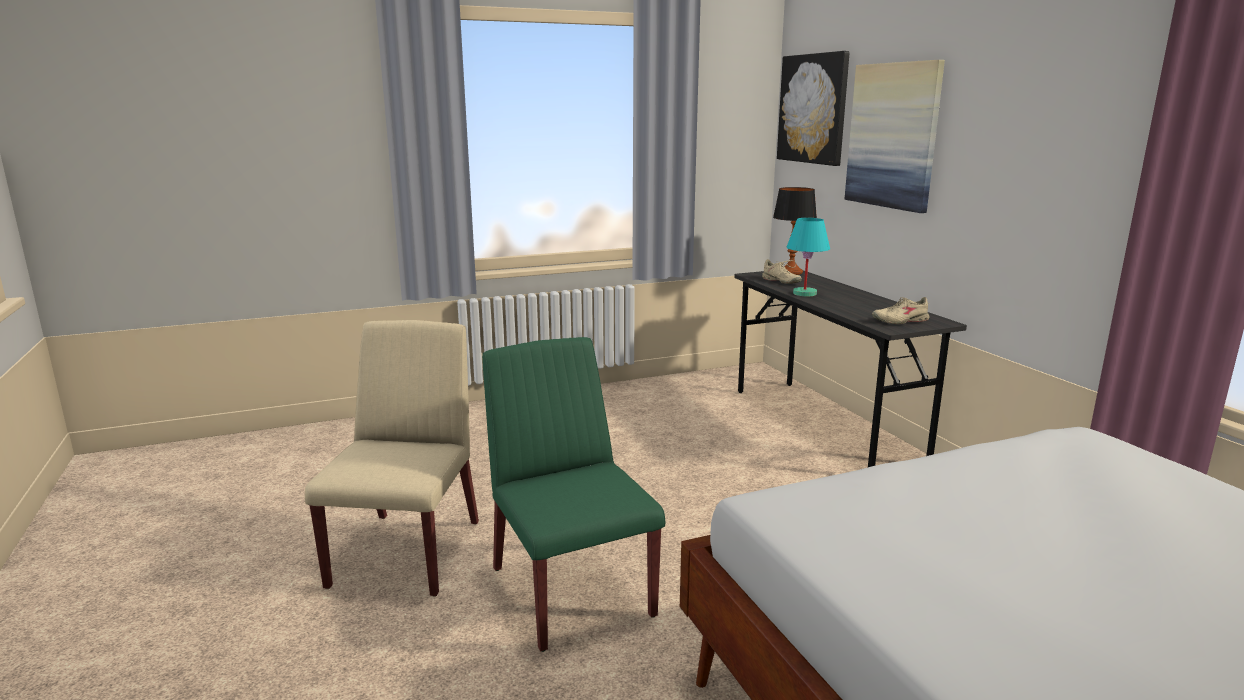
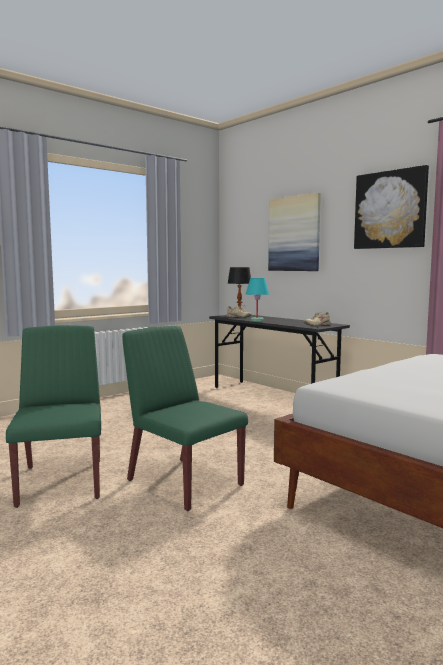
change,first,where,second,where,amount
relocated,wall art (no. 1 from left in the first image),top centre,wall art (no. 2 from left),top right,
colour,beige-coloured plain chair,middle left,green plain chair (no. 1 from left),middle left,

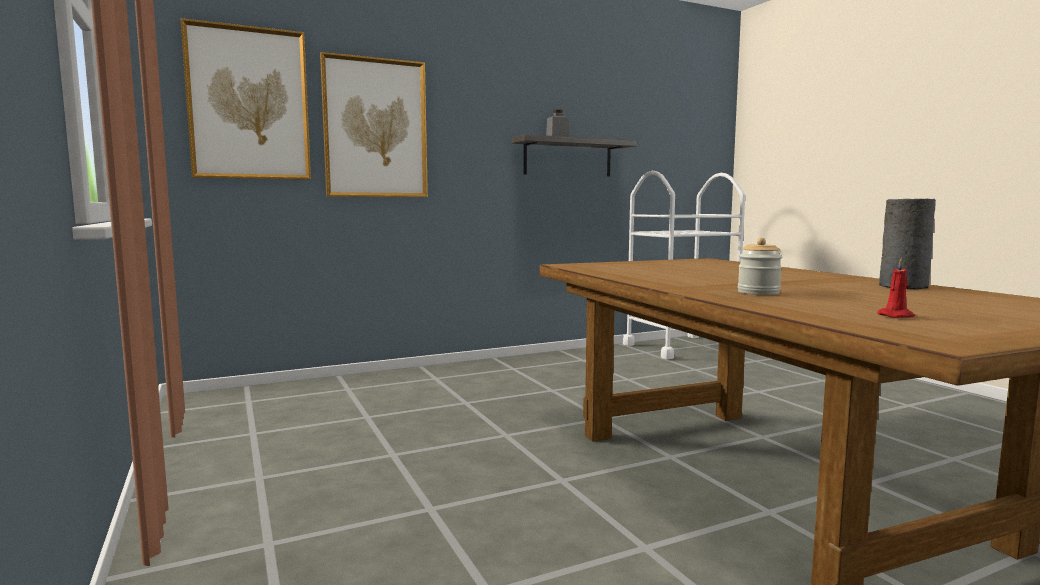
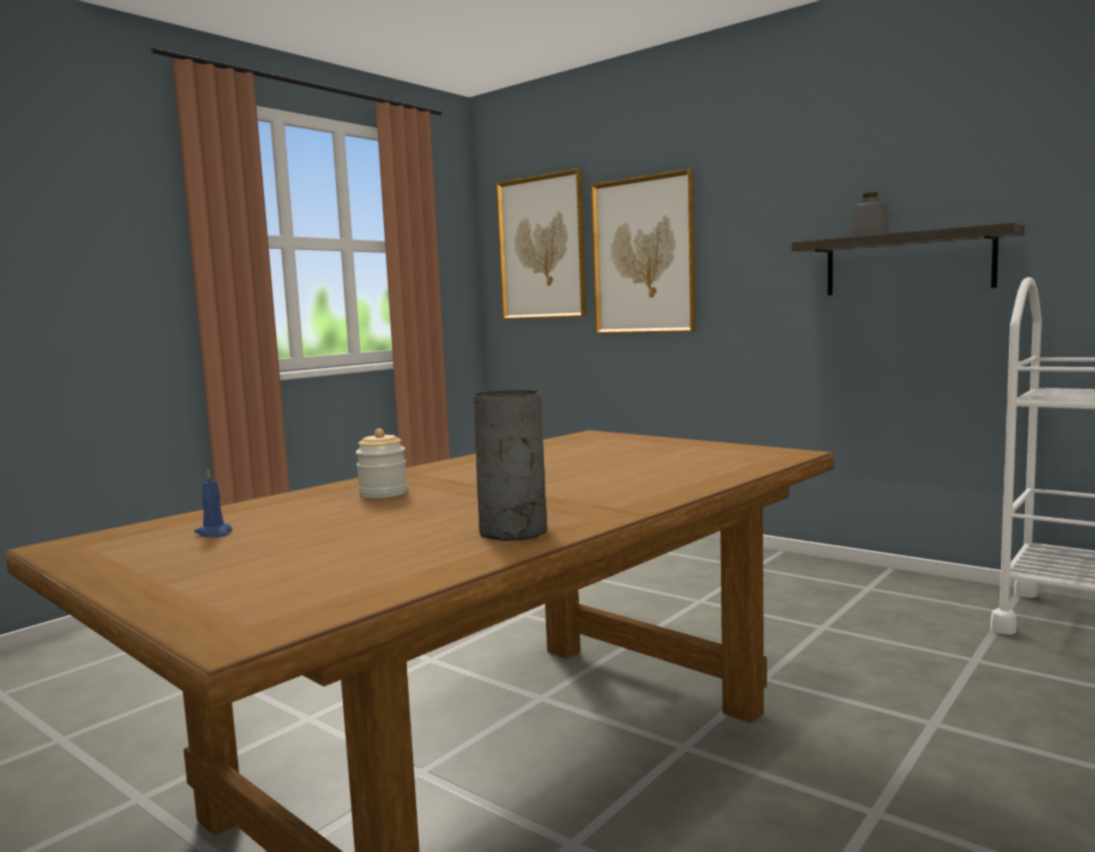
change,first,where,second,where,amount
colour,reddish wax candle,middle right,blue wax candle,middle left,

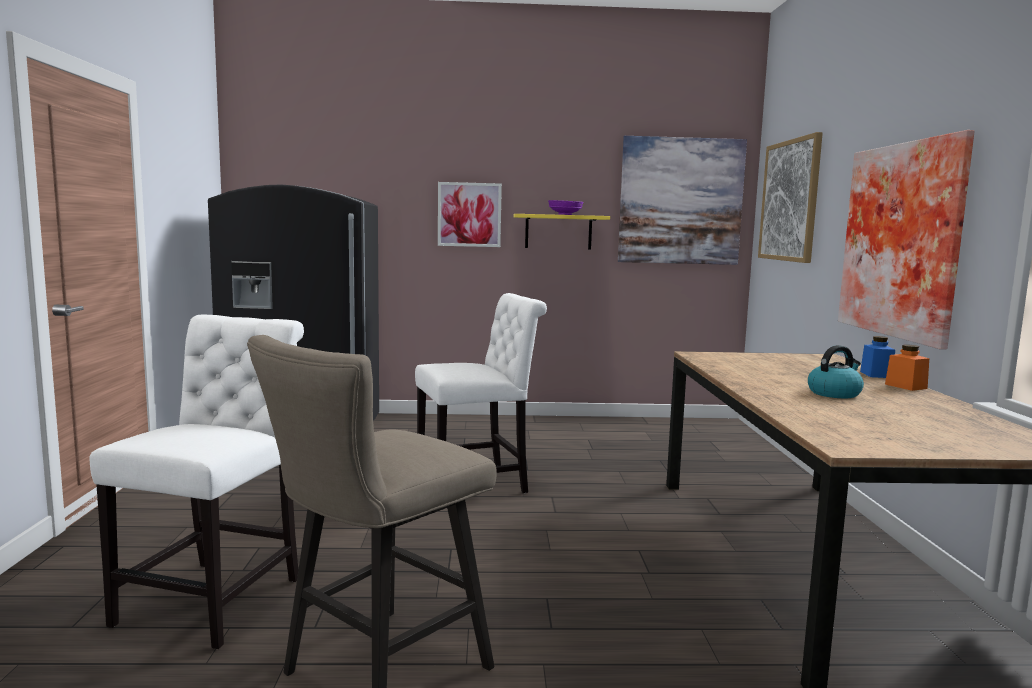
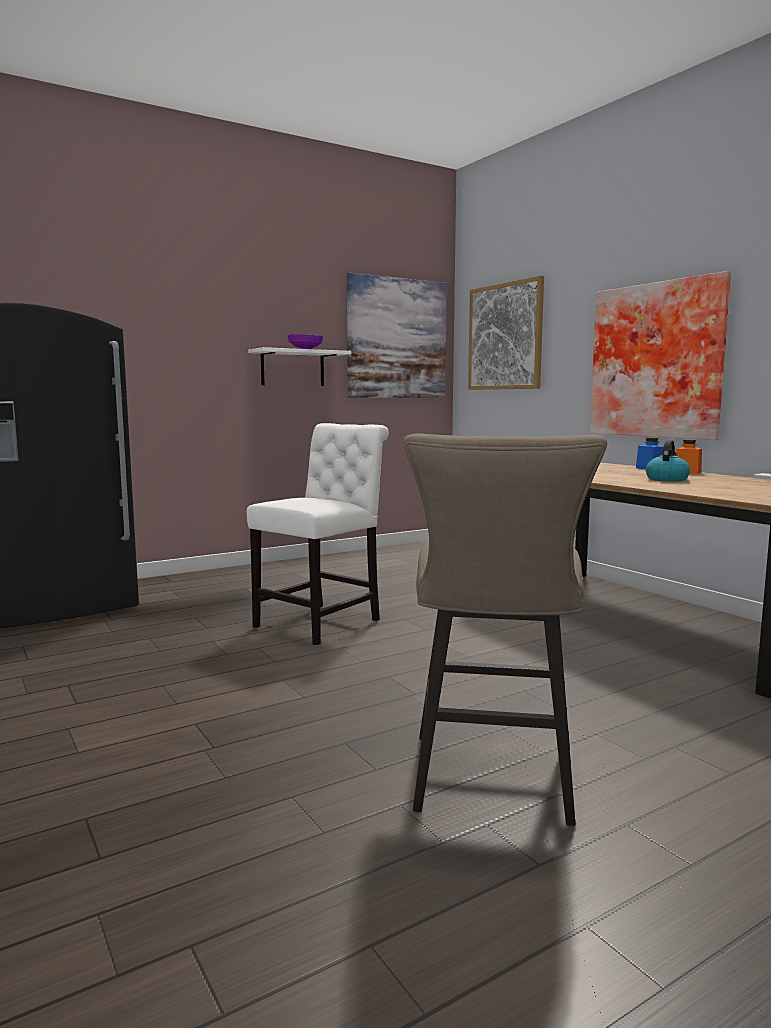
change,first,where,second,where,amount
missing,white plain chair (no. 1 from left),bottom left,,,
missing,wall art (no. 1 from left),top centre,,,
colour,yellow shelf,centre,white shelf,centre,

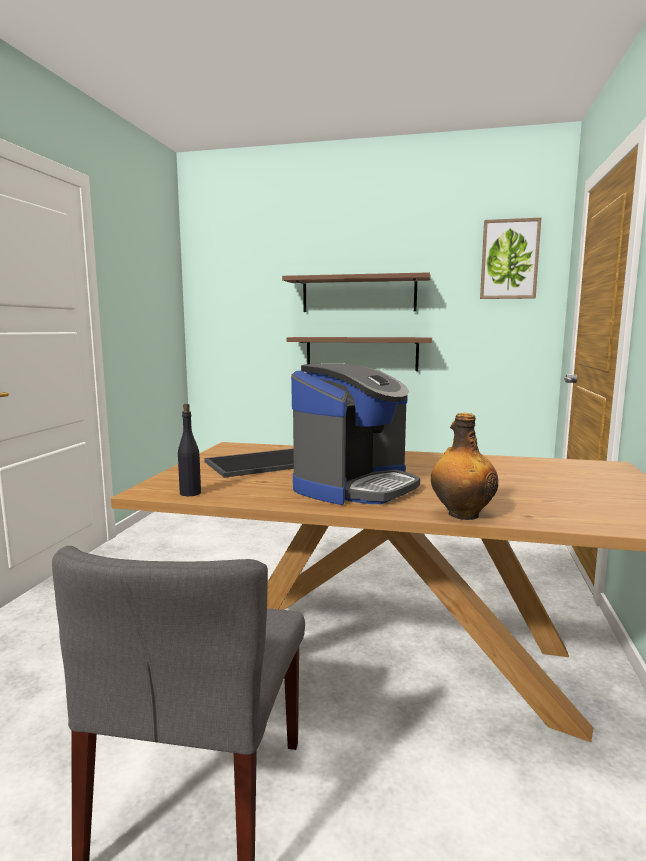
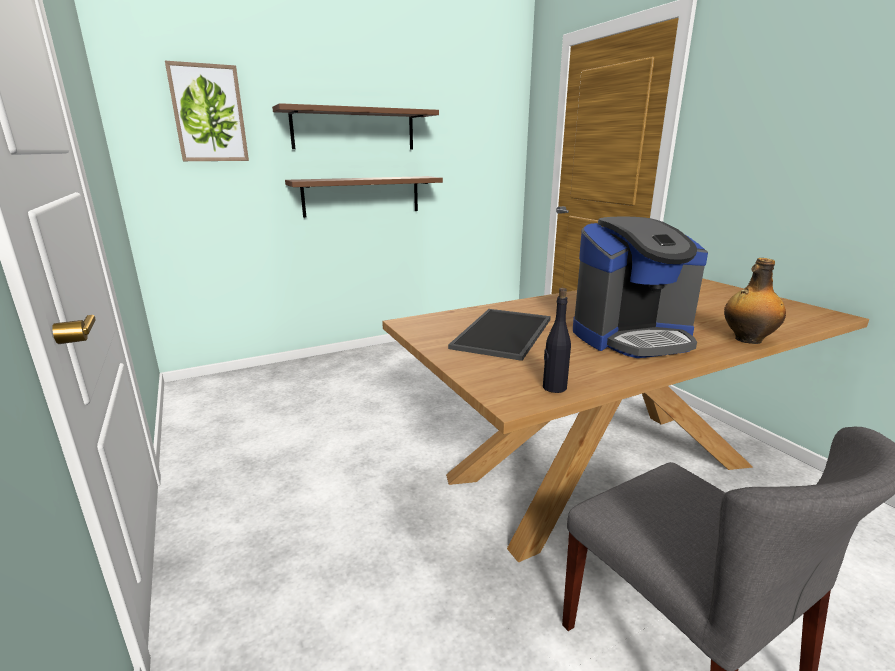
change,first,where,second,where,amount
relocated,wall art,top right,,top left,
spun,coffee machine,centre,,middle right,75 degrees clockwise

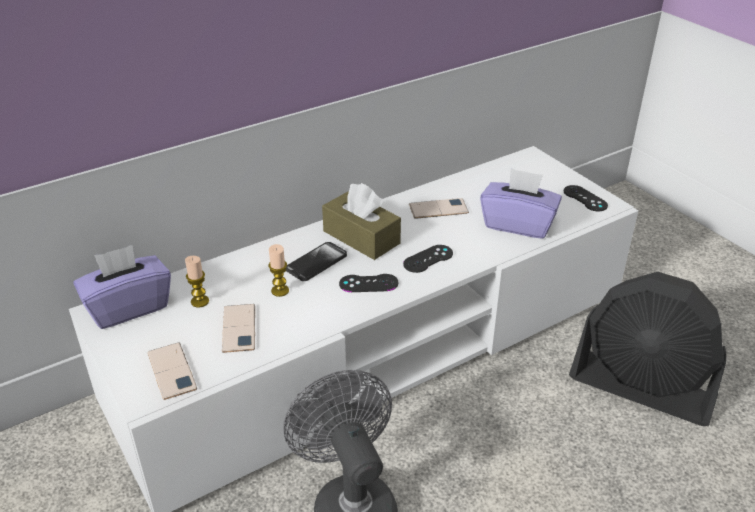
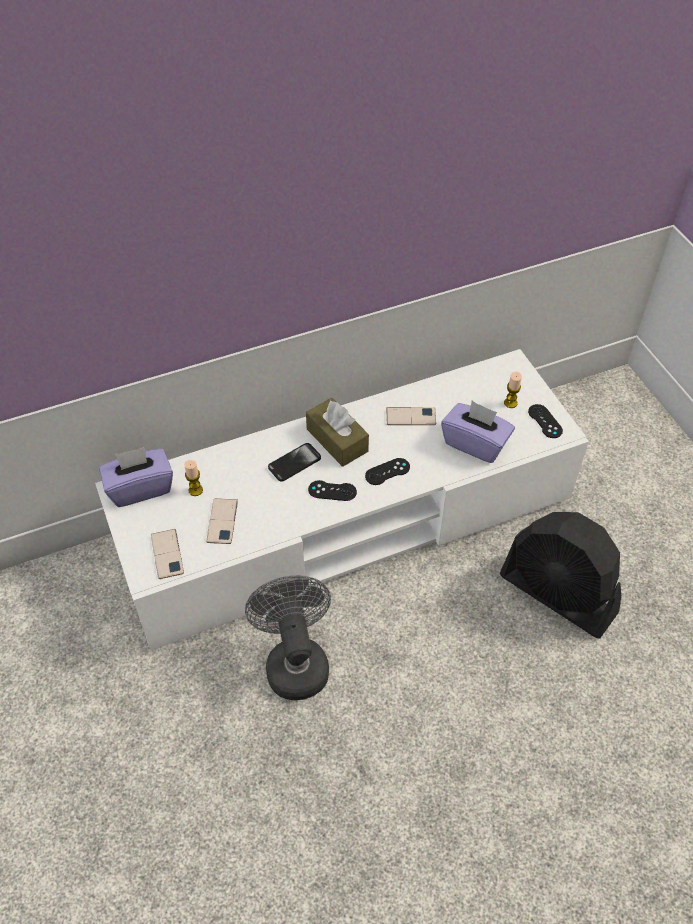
change,first,where,second,where,amount
relocated,wax candle (no. 2 from left),centre,,middle right,

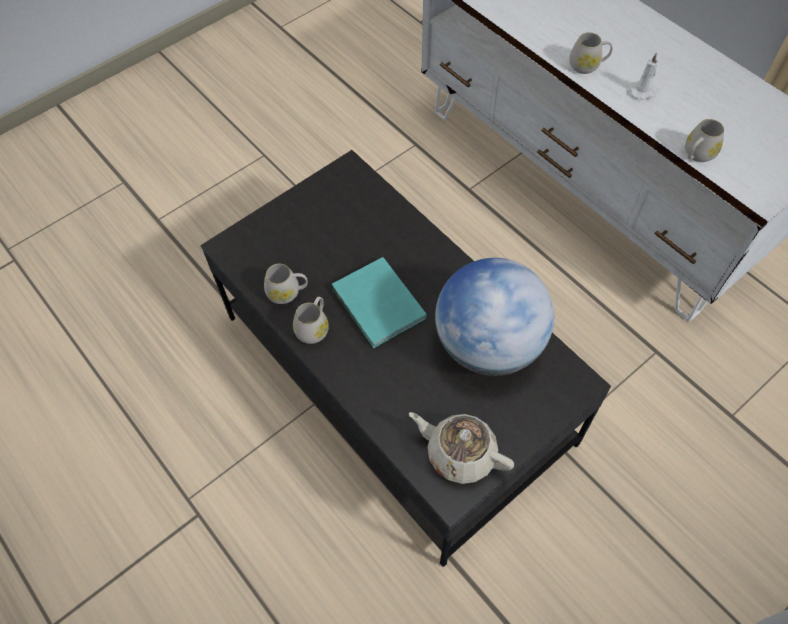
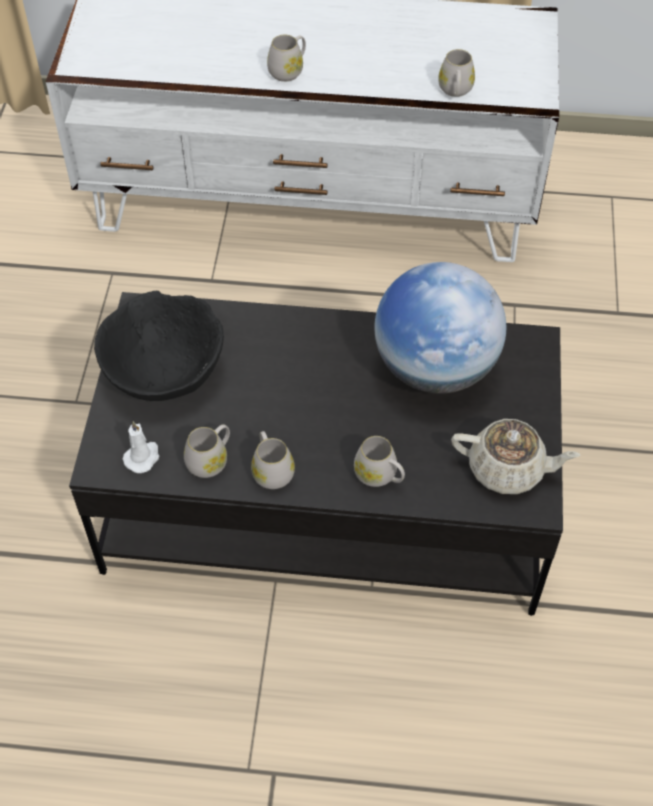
change,first,where,second,where,amount
missing,turquoise-coloured volume,centre,,,
appeared,,,black-coloured bowl,middle left,
appeared,,,white tea mug (no. 4 from left),centre,
relocated,white wax candle,top right,,middle left,
spun,beige-coloured teapot,bottom centre,,middle right,150 degrees counterclockwise

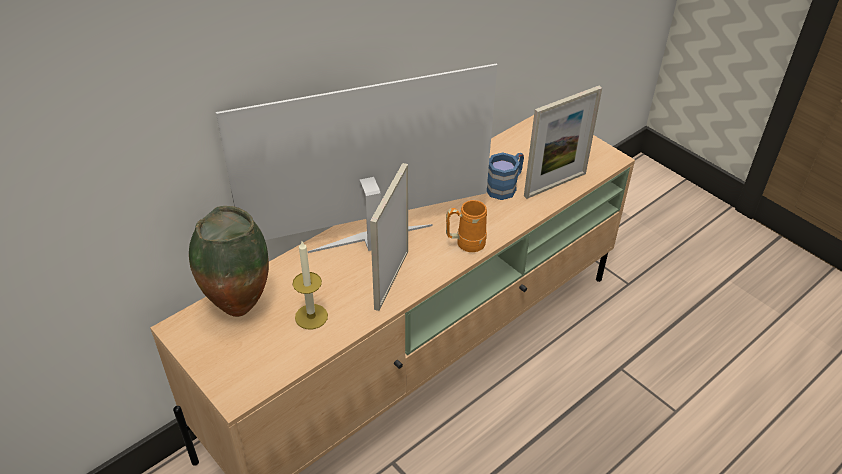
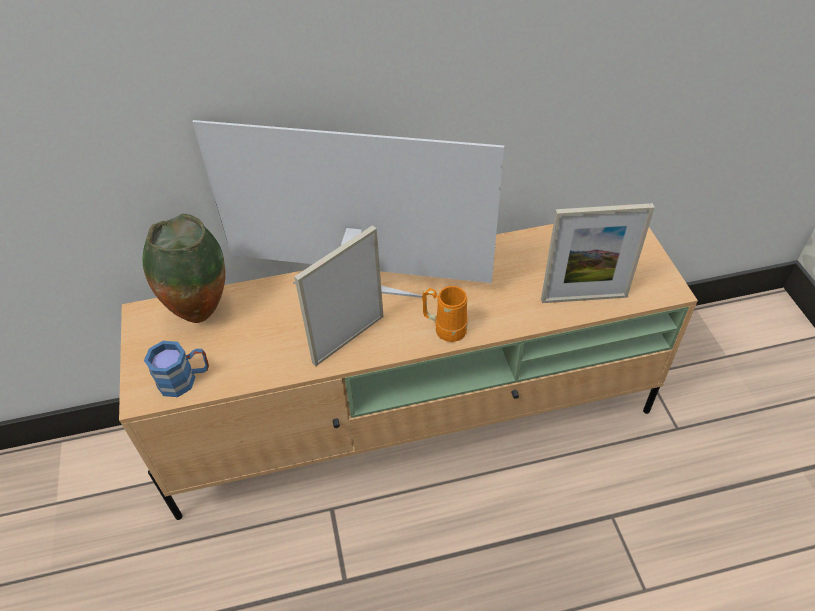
change,first,where,second,where,amount
missing,wax candle,centre,,,
relocated,blue tea mug,centre,,middle left,

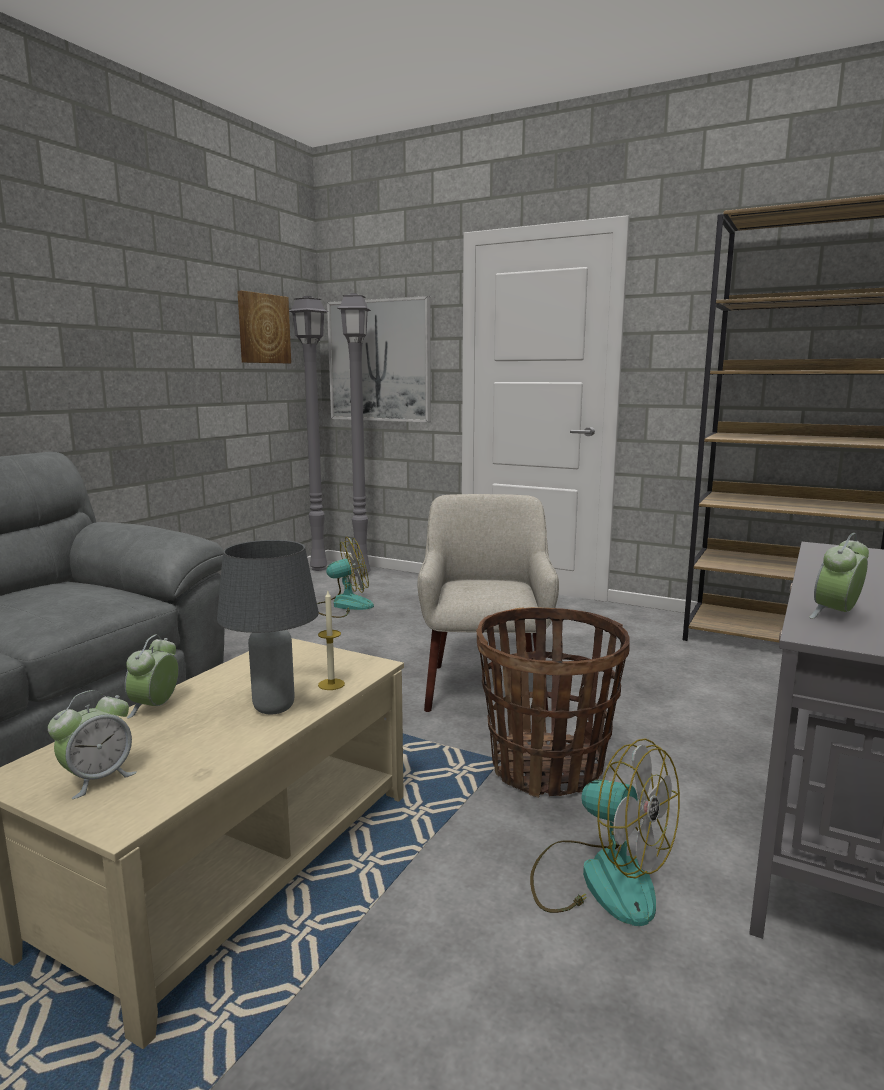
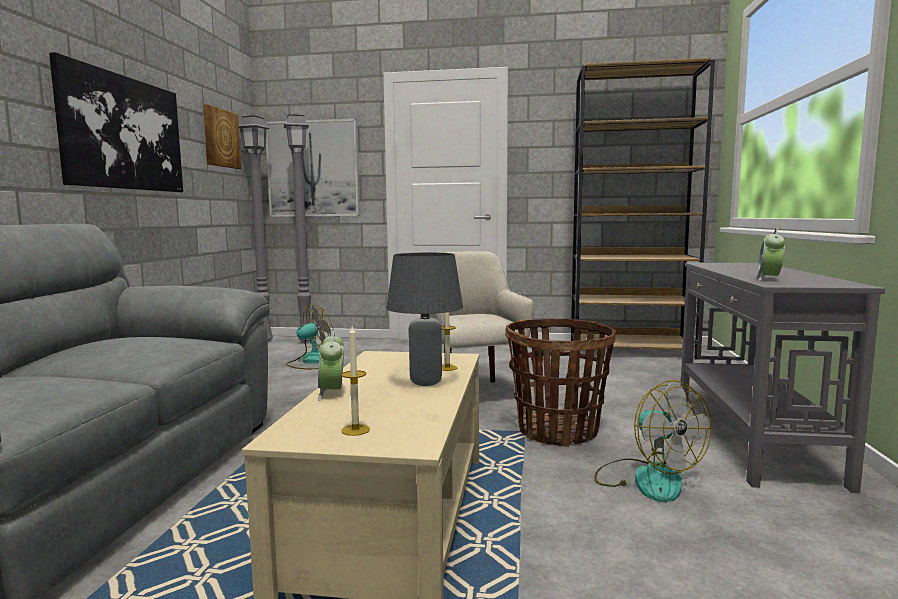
change,first,where,second,where,amount
appeared,,,wall art (no. 1 from left),top left,
exchanged,bedside clock (no. 1 from left),bottom left,wax candle (no. 1 from left),centre,
spun,cooling fan (no. 2 from left),bottom right,,bottom right,45 degrees clockwise

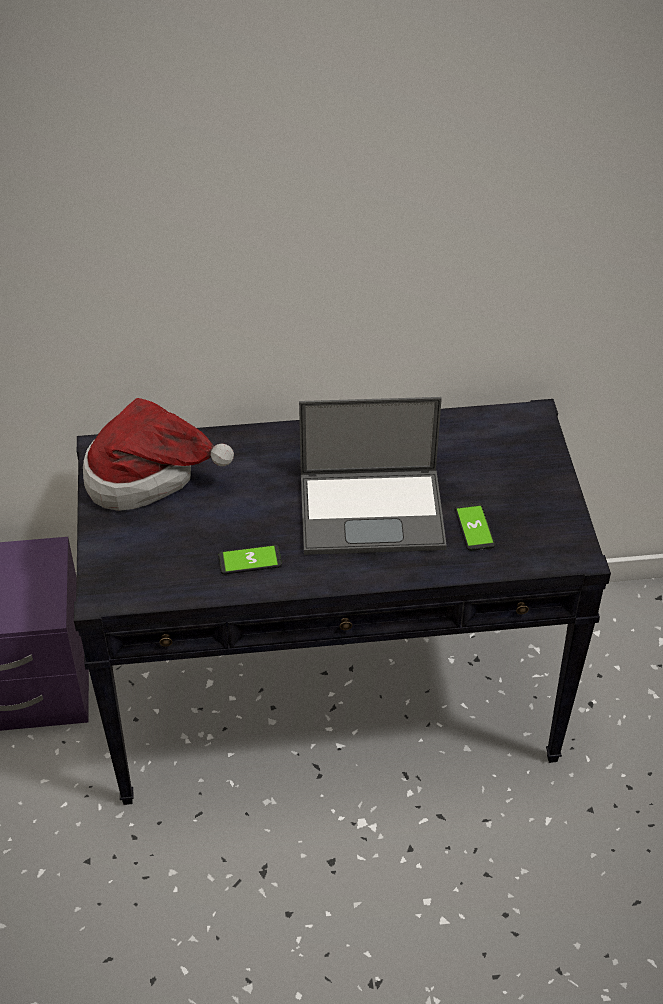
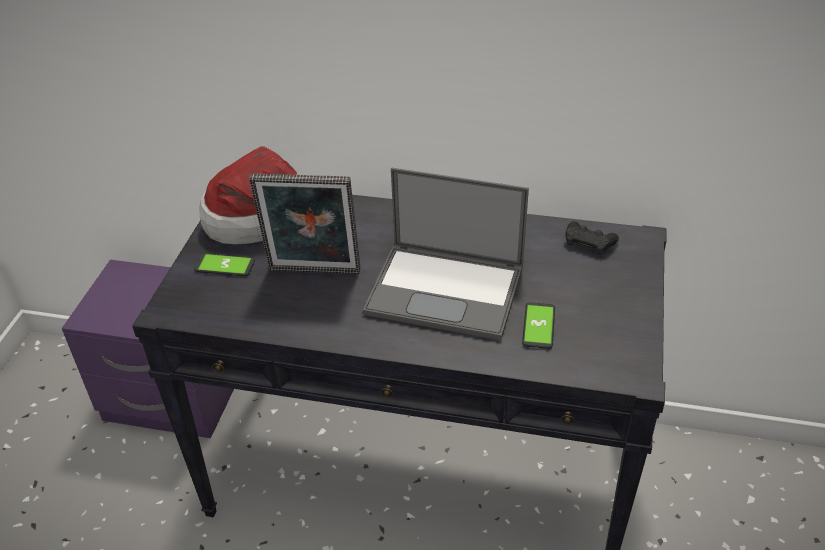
change,first,where,second,where,amount
appeared,,,standing frame,centre,
appeared,,,black-coloured joypad,middle right,
relocated,phone (no. 1 from left),centre,,middle left,

